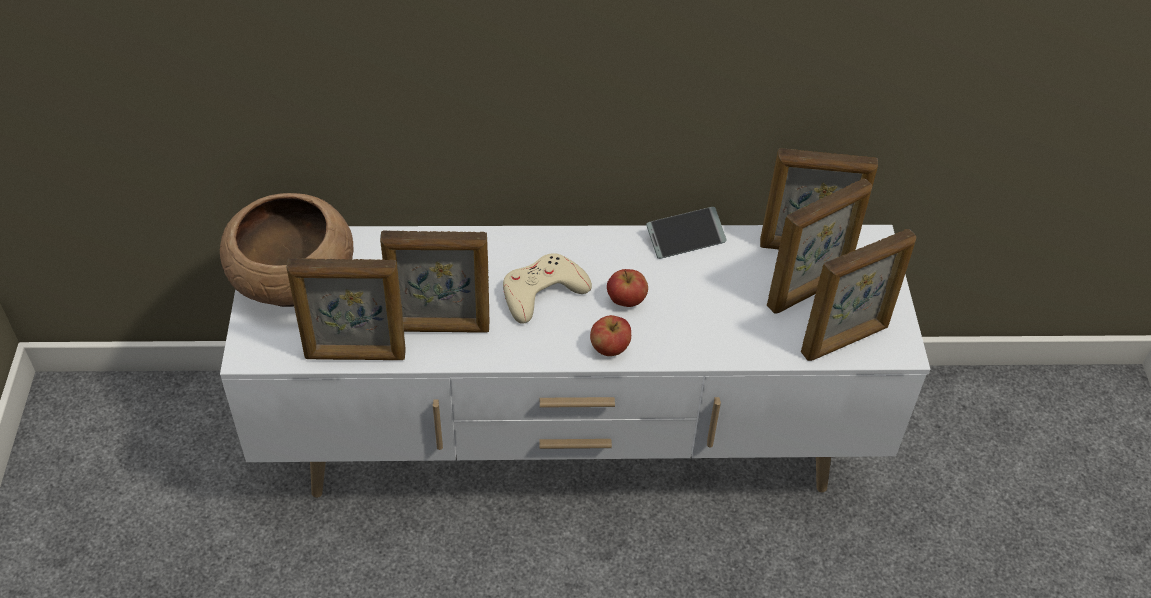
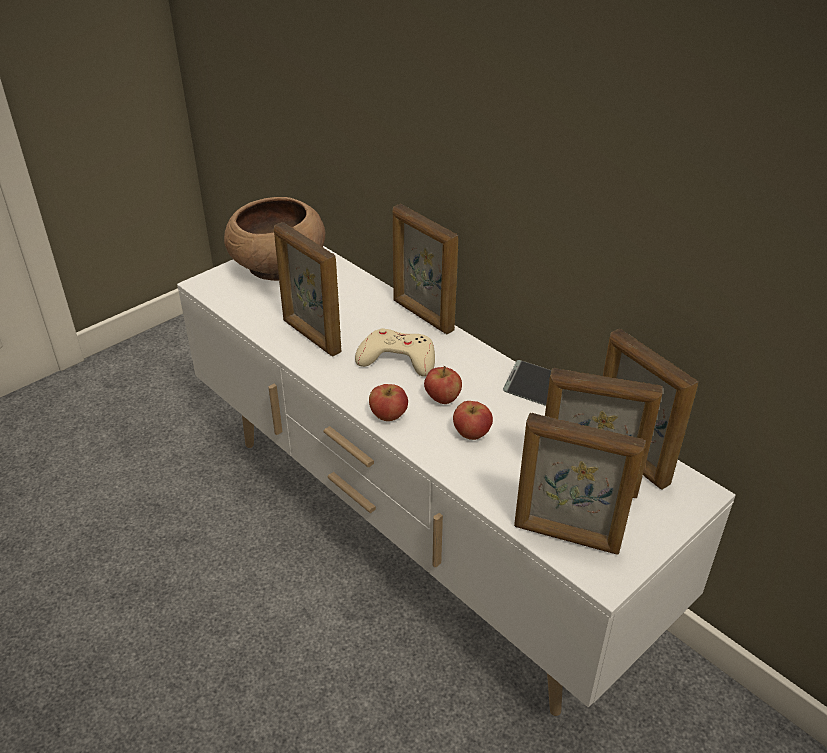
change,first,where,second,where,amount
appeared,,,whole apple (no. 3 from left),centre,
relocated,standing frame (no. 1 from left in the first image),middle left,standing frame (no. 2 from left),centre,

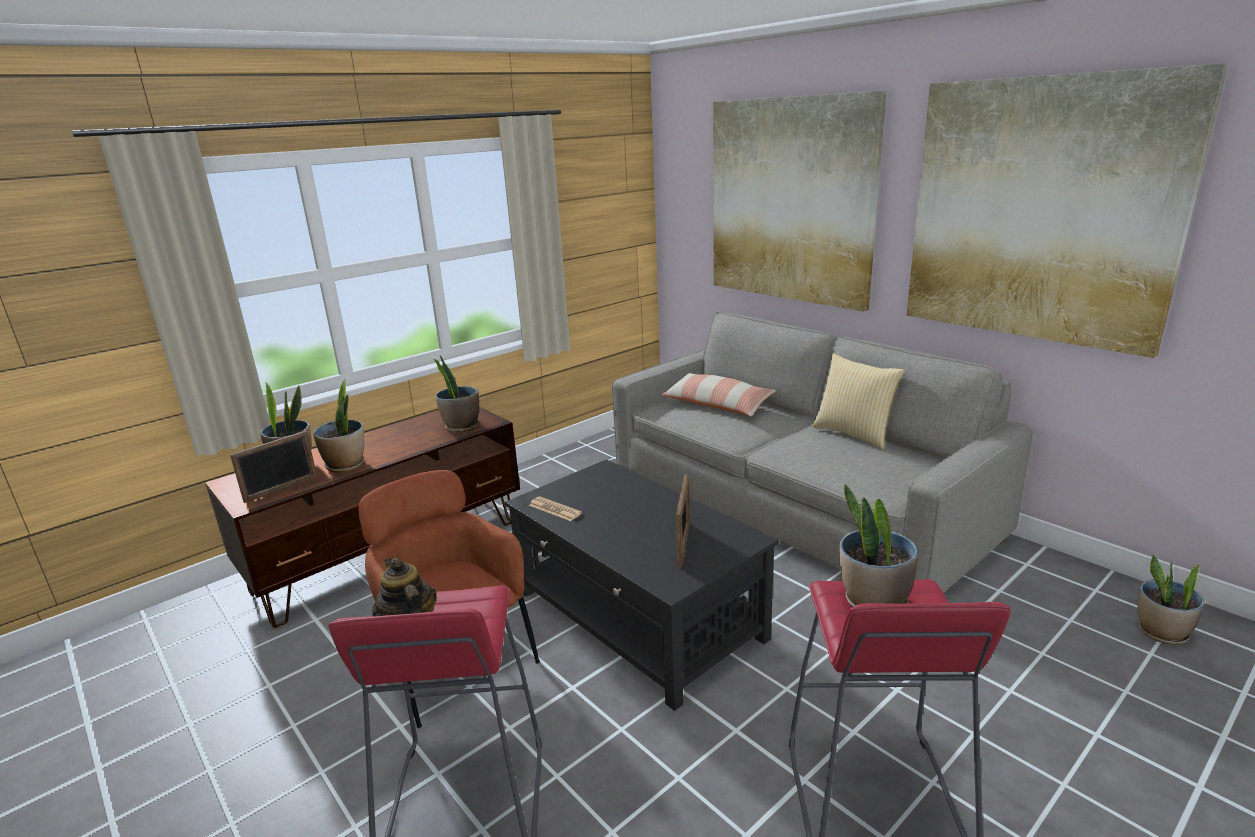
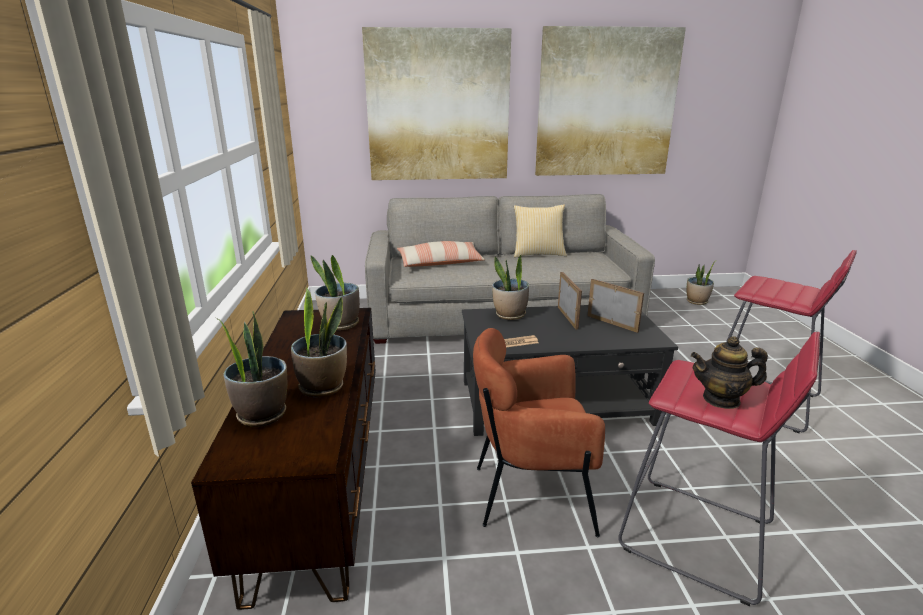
change,first,where,second,where,amount
relocated,standing frame (no. 1 from left),middle left,,centre,
relocated,plant in a pot (no. 4 from left),middle right,,centre,

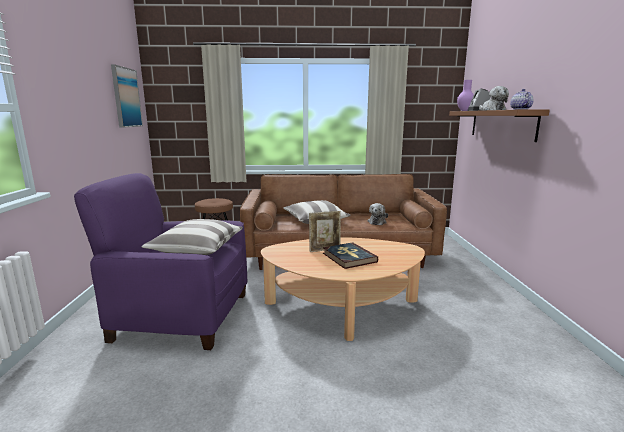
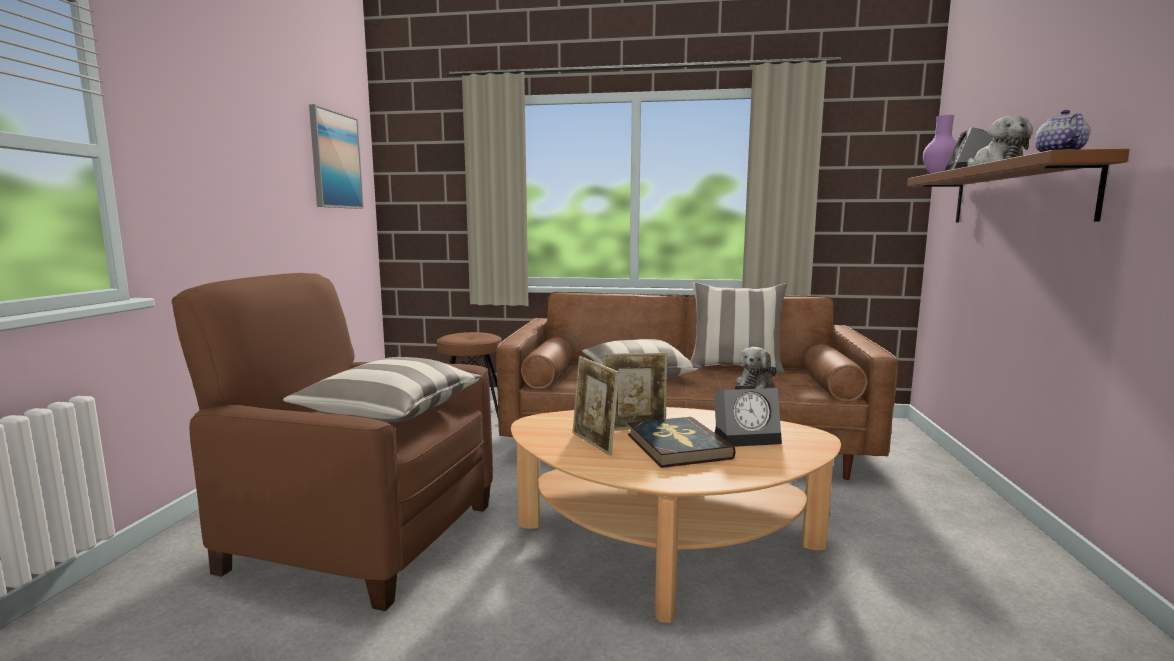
change,first,where,second,where,amount
appeared,,,standing frame (no. 1 from left),centre,
appeared,,,pillow (no. 3 from left),centre,
appeared,,,bedside clock (no. 1 from left),centre,
colour,purple-coloured easy chair,middle left,brownish easy chair,bottom left,

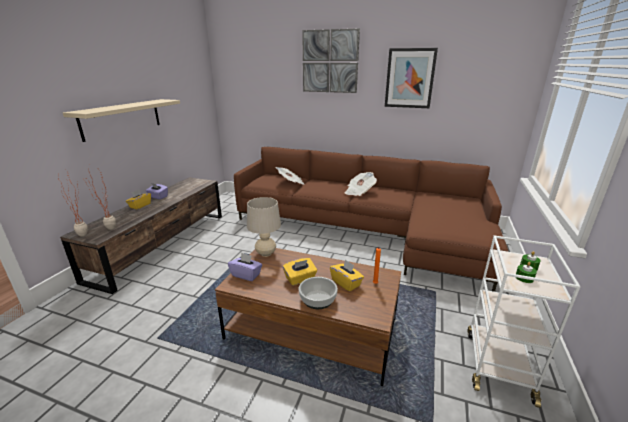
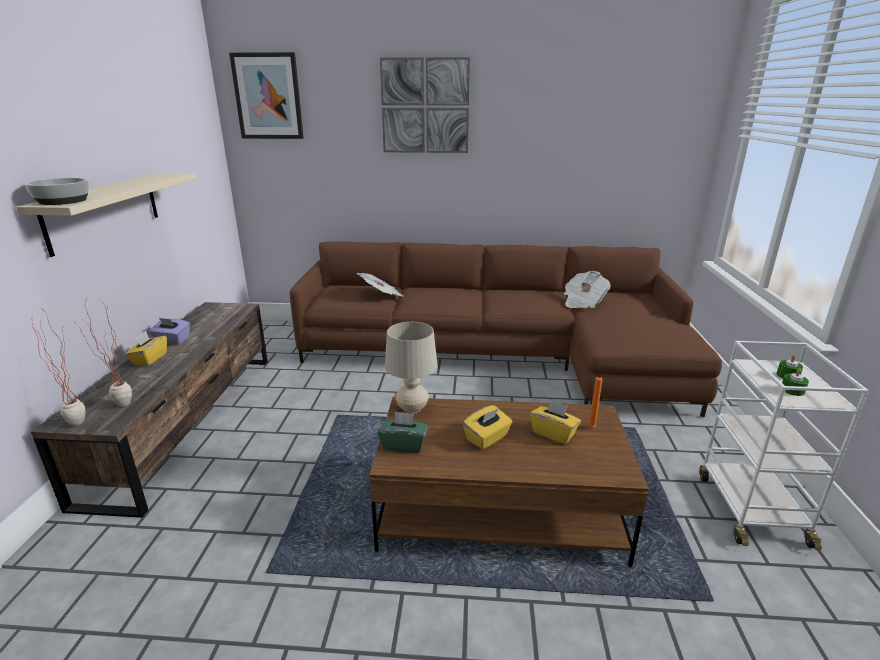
change,first,where,second,where,amount
relocated,bowl,bottom centre,,top left,
relocated,printed paper (no. 2 from left),centre,,middle right,
relocated,wall art (no. 2 from left in the first image),top centre,wall art (no. 1 from left),top left,
colour,purple-coloured tissue holder (no. 2 from left),centre,green tissue holder,centre,

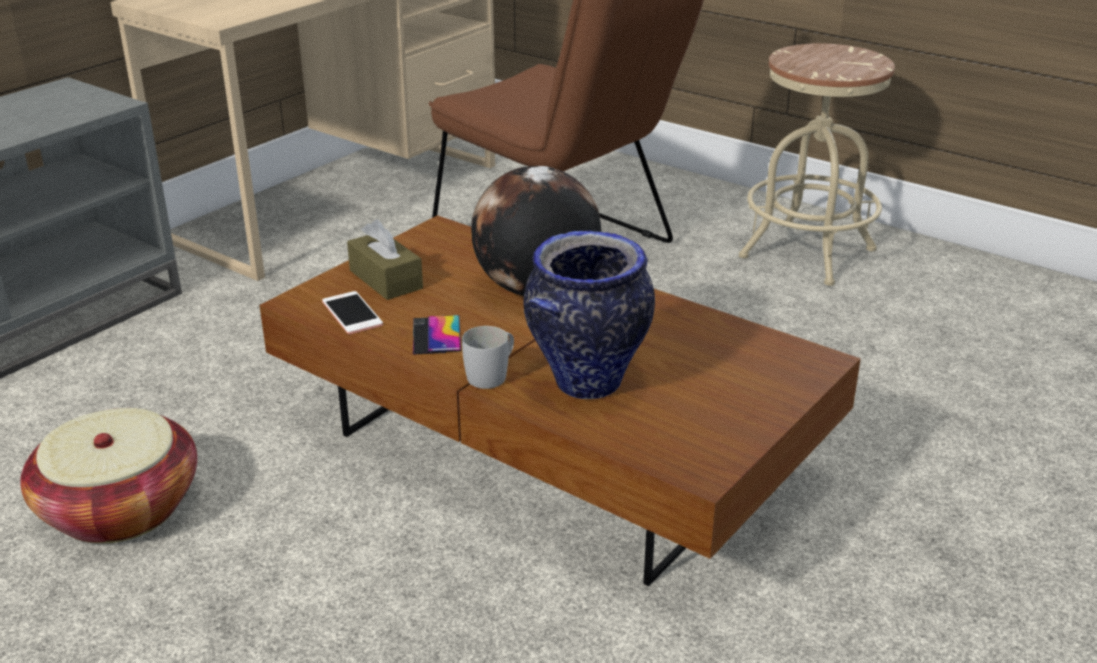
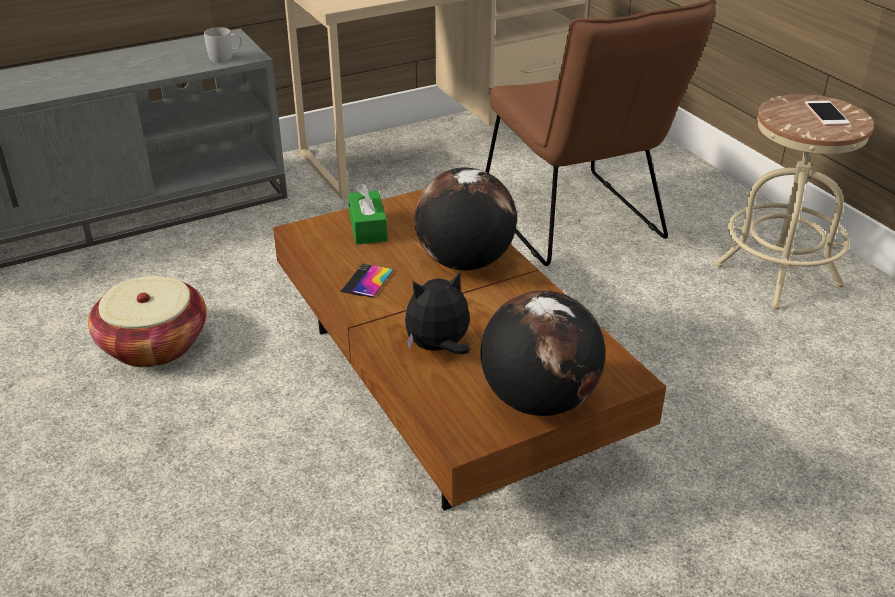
change,first,where,second,where,amount
appeared,,,globe (no. 2 from left),centre,
relocated,phone (no. 1 from left in the first image),middle left,phone (no. 2 from left),top right,
relocated,white tea mug,centre,,top left,
exchanged,vase,centre,cuddly toy,centre,
colour,brownish tissue holder,centre,green tissue holder,centre,

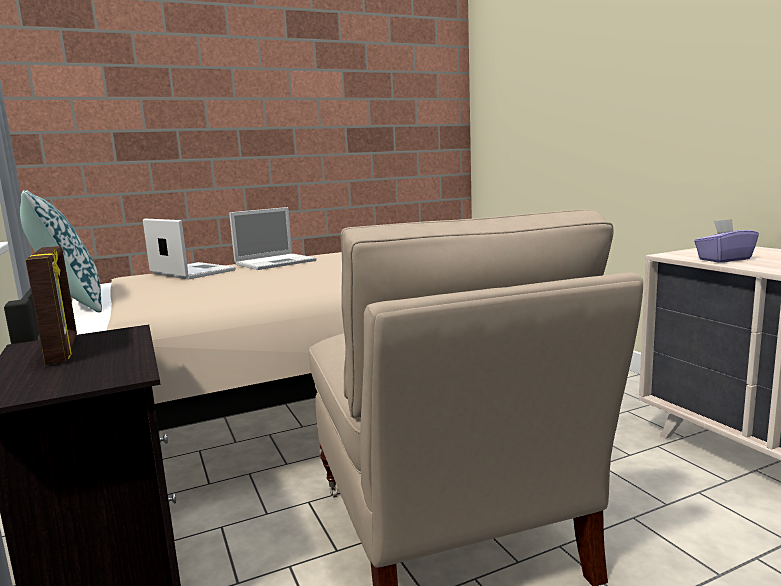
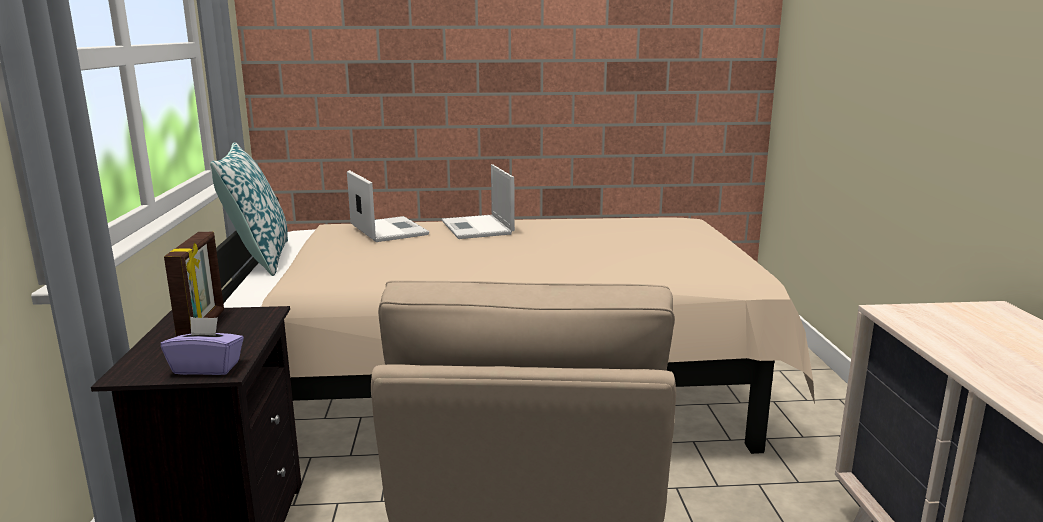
change,first,where,second,where,amount
relocated,purple-coloured tissue holder,middle right,,middle left,
spun,portable computer (no. 2 from left),centre,,centre,90 degrees clockwise

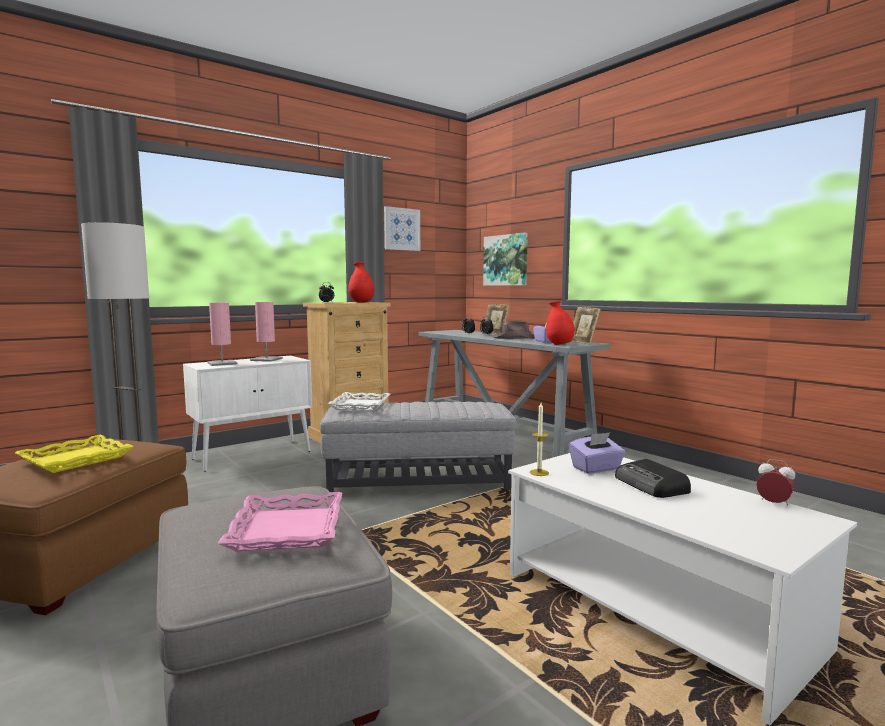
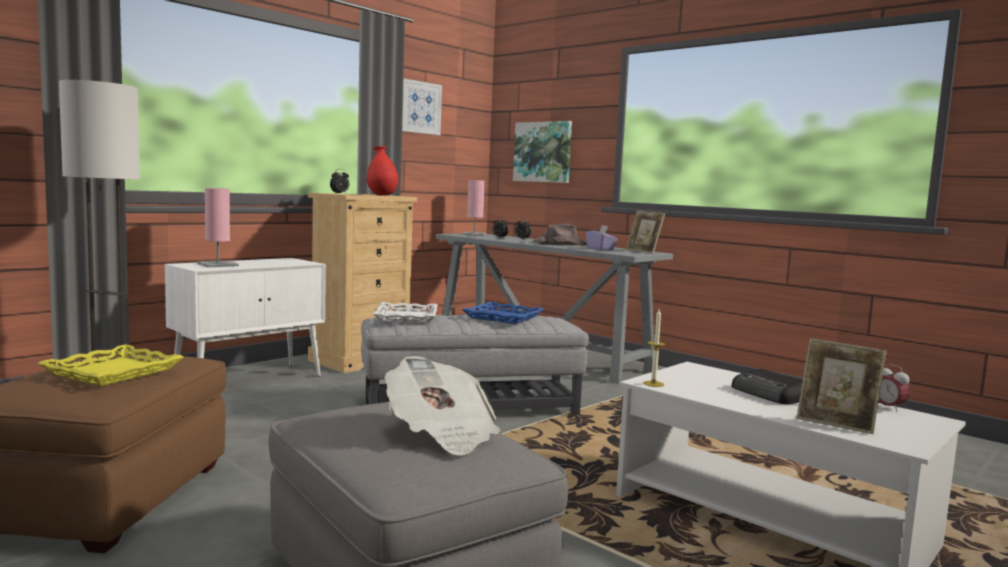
change,first,where,second,where,amount
missing,reddish vase (no. 2 from left),centre,,,
missing,purple-coloured tissue holder (no. 2 from left),middle right,,,
appeared,,,blue serving tray,centre,
relocated,pink tabletop lamp (no. 2 from left),middle left,,centre,
relocated,standing frame (no. 1 from left in the first image),centre,standing frame (no. 2 from left),bottom right,
exchanged,pink serving tray,bottom left,printed paper,bottom centre,
spun,bedside clock (no. 4 from left),middle right,,bottom right,150 degrees counterclockwise

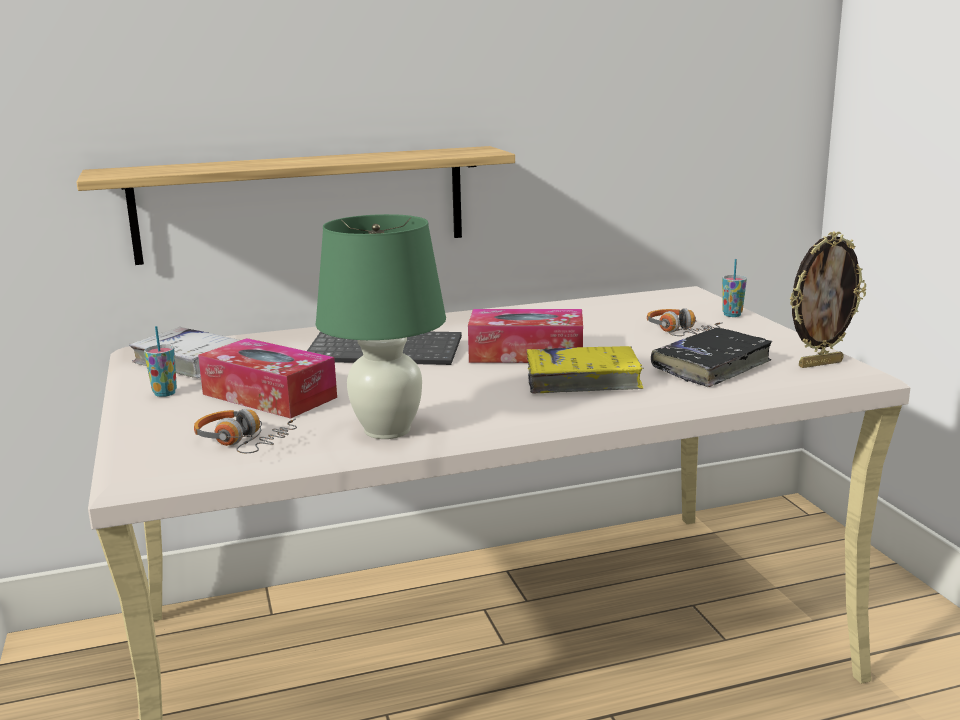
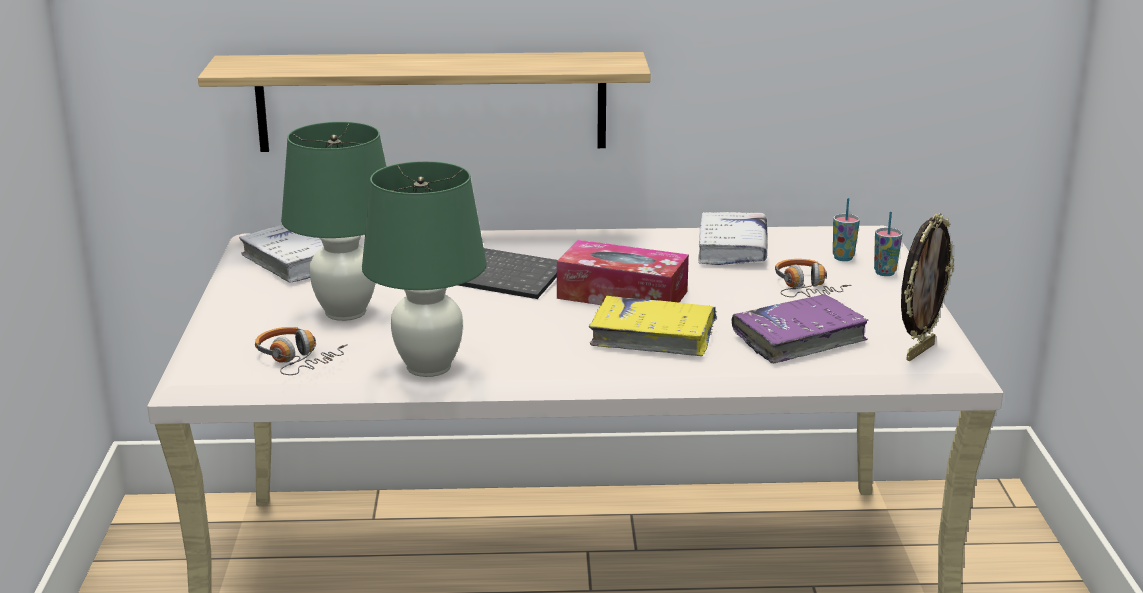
change,first,where,second,where,amount
appeared,,,white volume (no. 2 from left),centre,
relocated,cup (no. 1 from left),middle left,,middle right,
exchanged,tissue holder (no. 1 from left),middle left,green tabletop lamp (no. 1 from left),middle left,
colour,black-coloured volume,middle right,purple-coloured volume,middle right,
spun,standing frame,middle right,,middle right,45 degrees counterclockwise

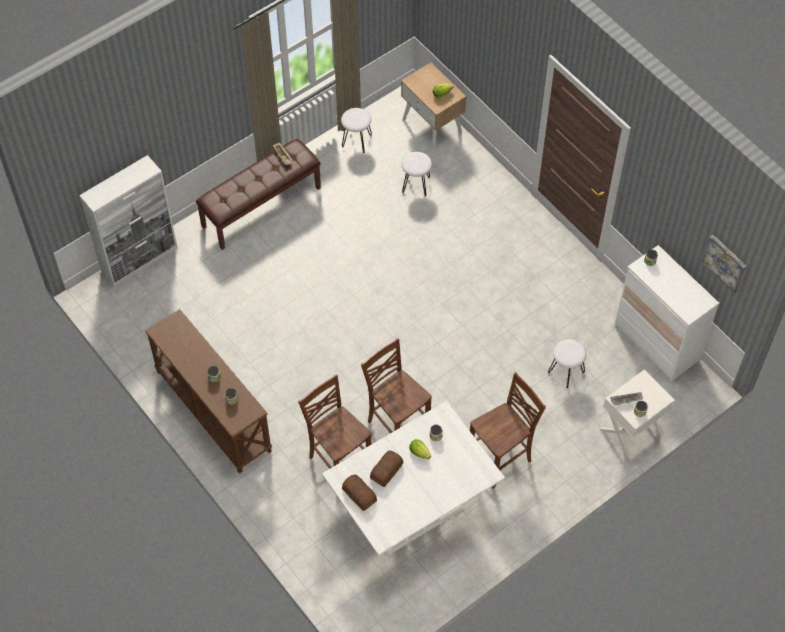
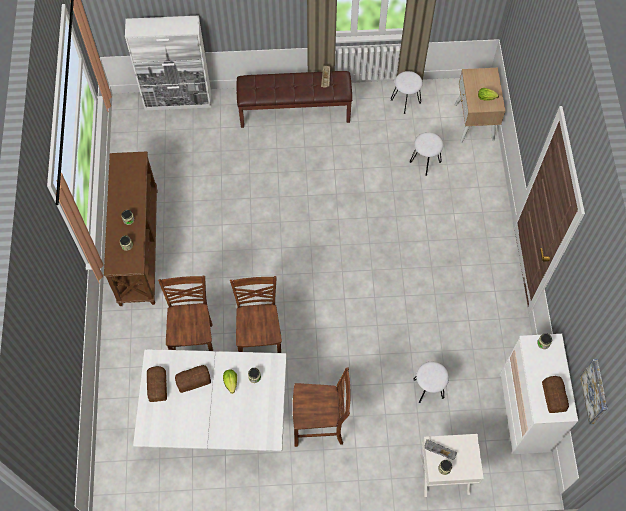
change,first,where,second,where,amount
appeared,,,bread (no. 3 from left),bottom right,

